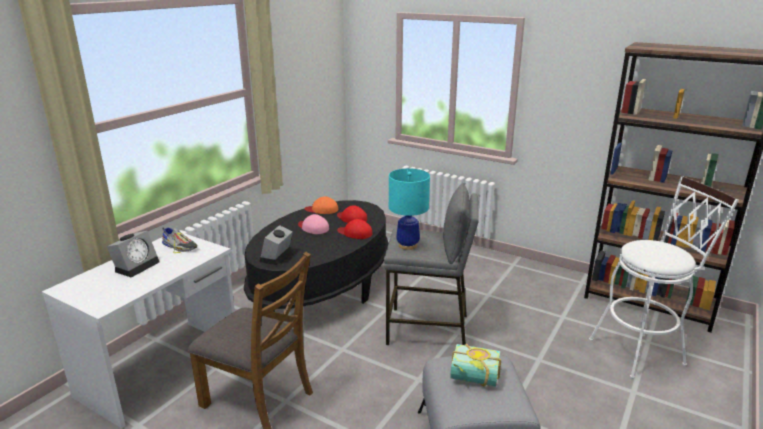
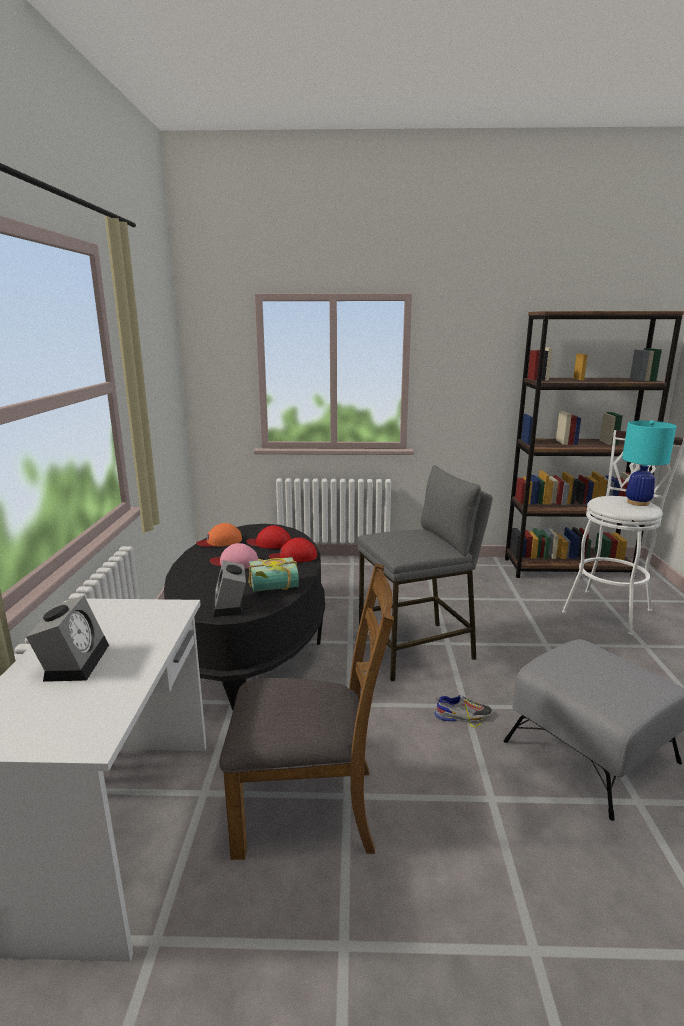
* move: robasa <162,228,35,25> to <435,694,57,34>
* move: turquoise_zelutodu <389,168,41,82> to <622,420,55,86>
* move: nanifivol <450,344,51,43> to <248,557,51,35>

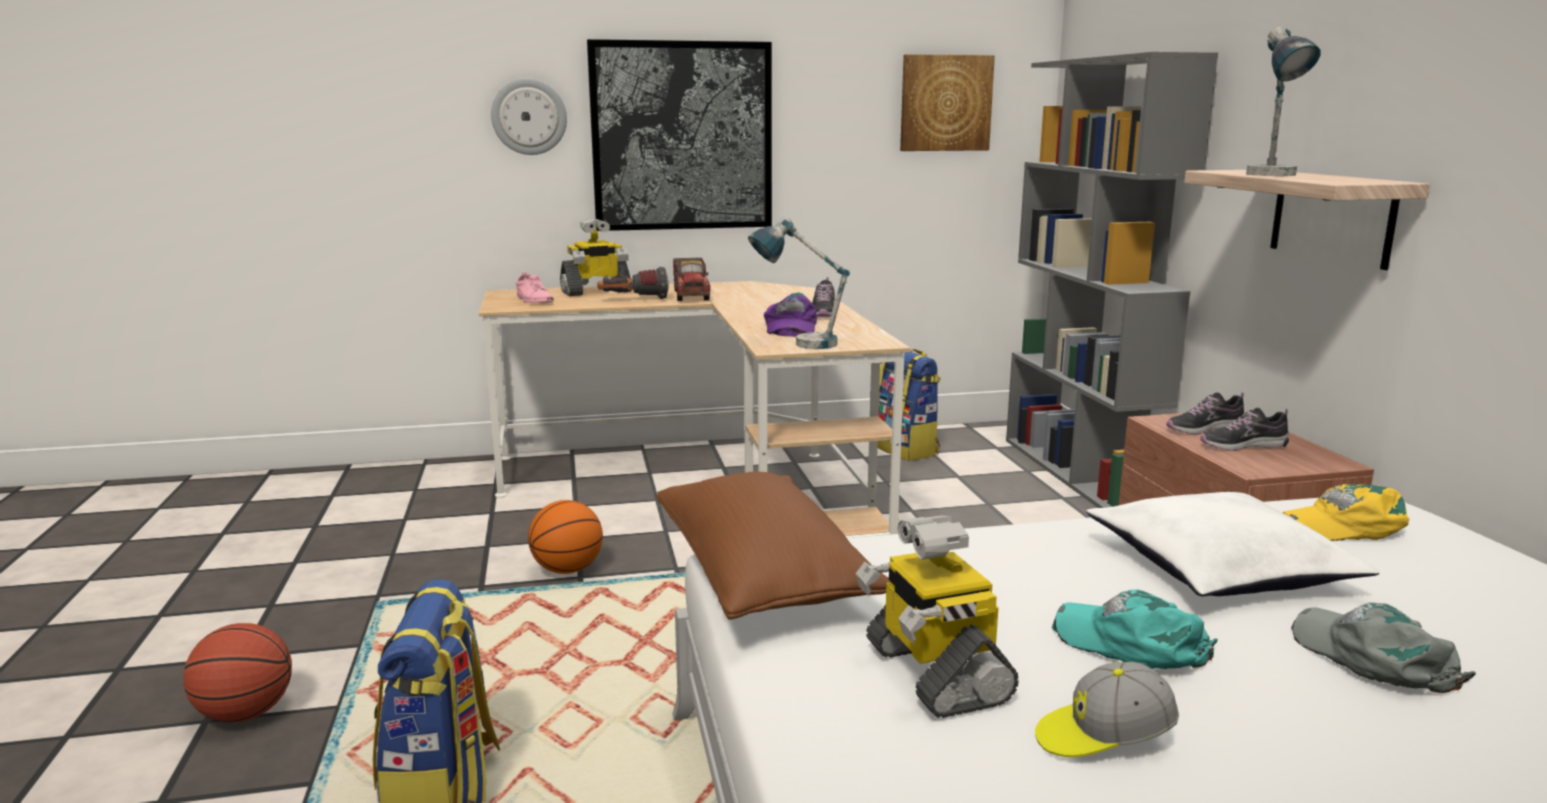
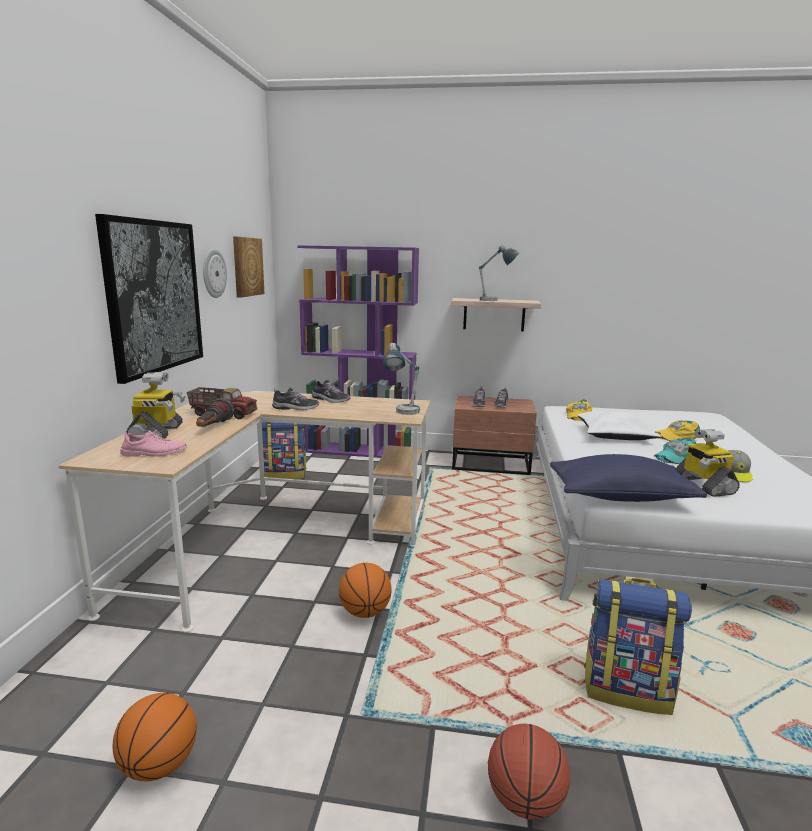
* move: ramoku <491,78,76,77> to <203,249,24,49>
* recolor: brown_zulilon <657,472,232,148> to blue_zulilon <550,454,157,48>
* delete: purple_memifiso <764,292,53,45>
* rotate: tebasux <856,515,163,203> = <674,429,66,68> 75 degrees clockwise
* recolor: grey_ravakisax <1006,52,212,456> to purple_ravakisax <297,245,122,213>
* recolor: grey_memifiso <1291,603,185,90> to yellow_memifiso <655,421,45,20>
* insert: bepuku <113,693,84,88>
* insert: robasa <272,388,47,22>

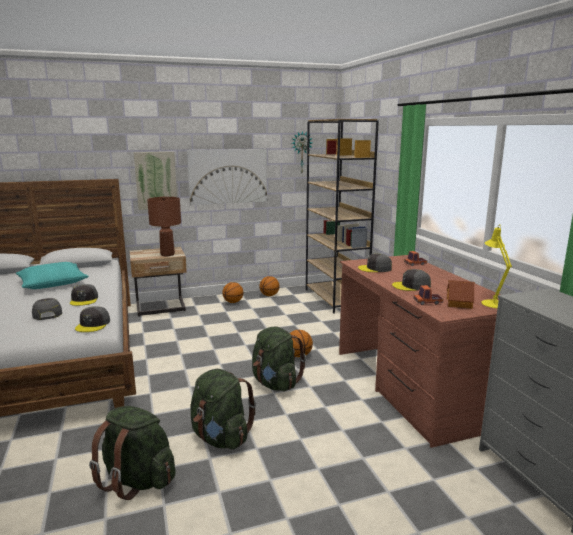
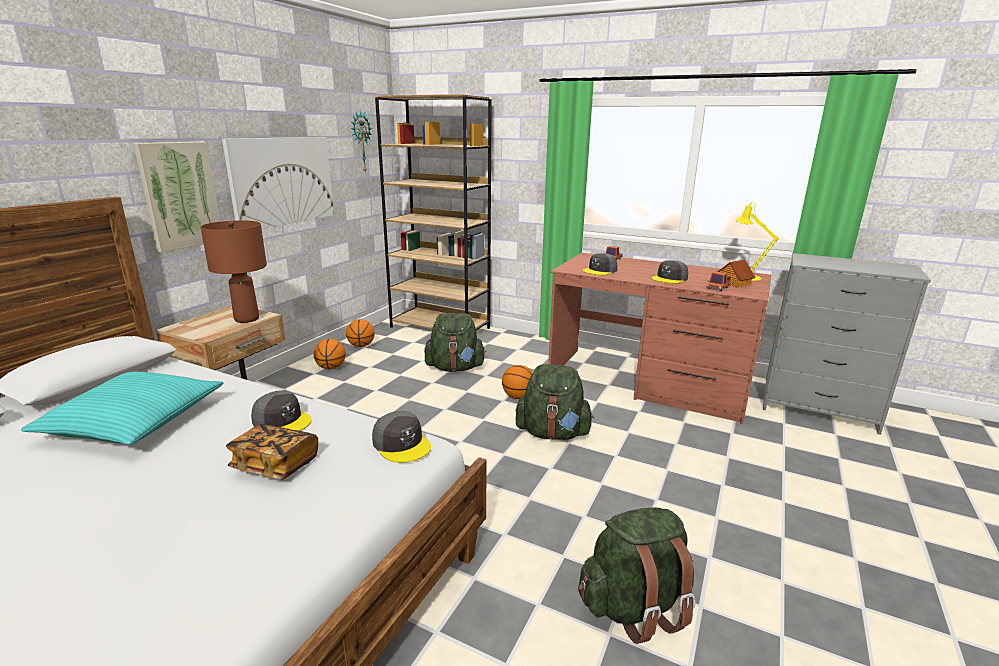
* replace: grey_memifiso <32,298,30,22> to nanifivol <226,424,92,56>
* move: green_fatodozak <190,369,66,81> to <424,313,62,59>

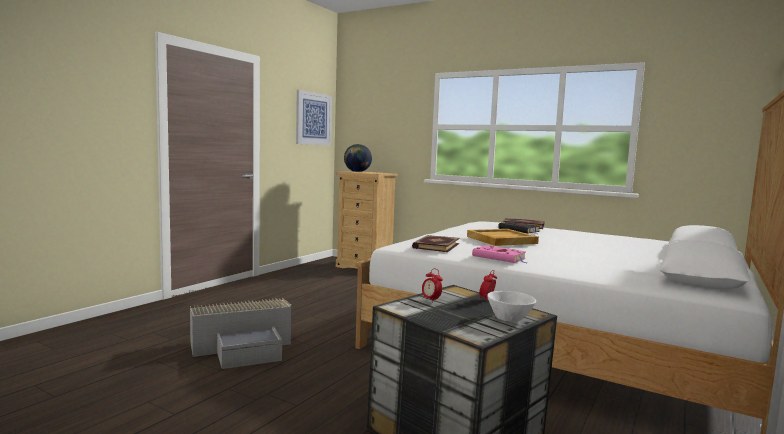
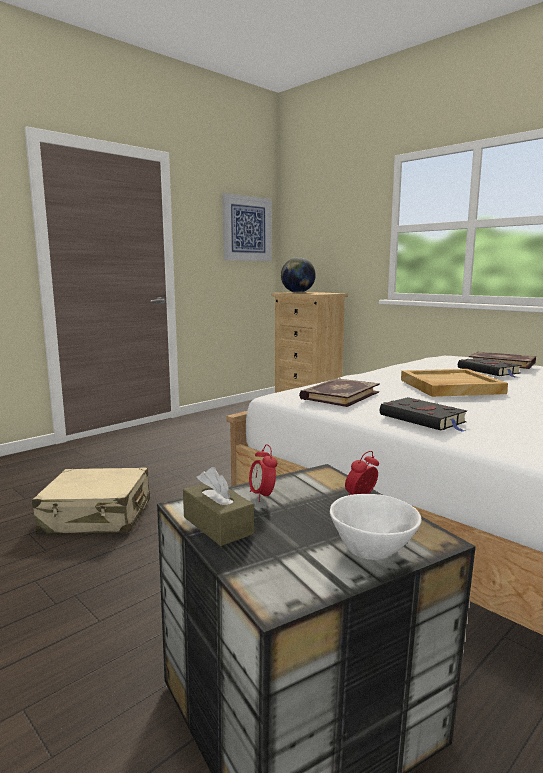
* replace: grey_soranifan <190,298,101,71> to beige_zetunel <32,467,118,67>
* recolor: pink_nanifivol <472,245,54,18> to black_nanifivol <380,397,87,35>
* insert: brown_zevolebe <183,467,71,79>

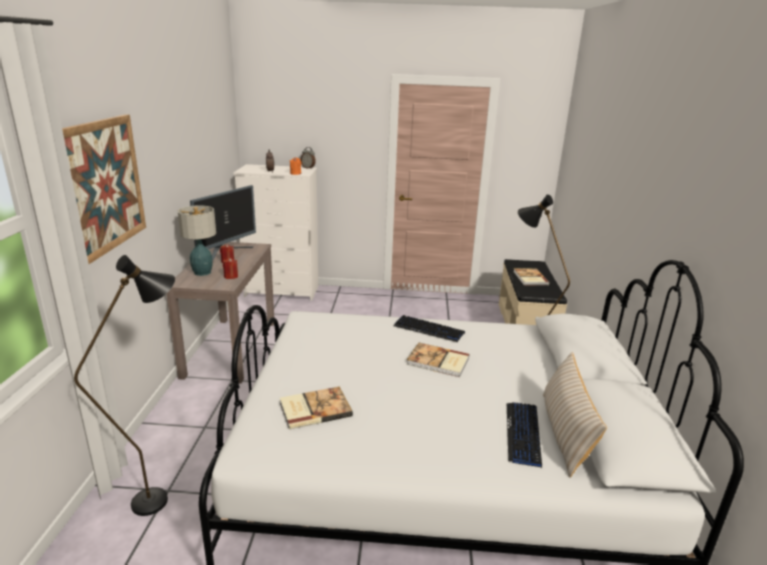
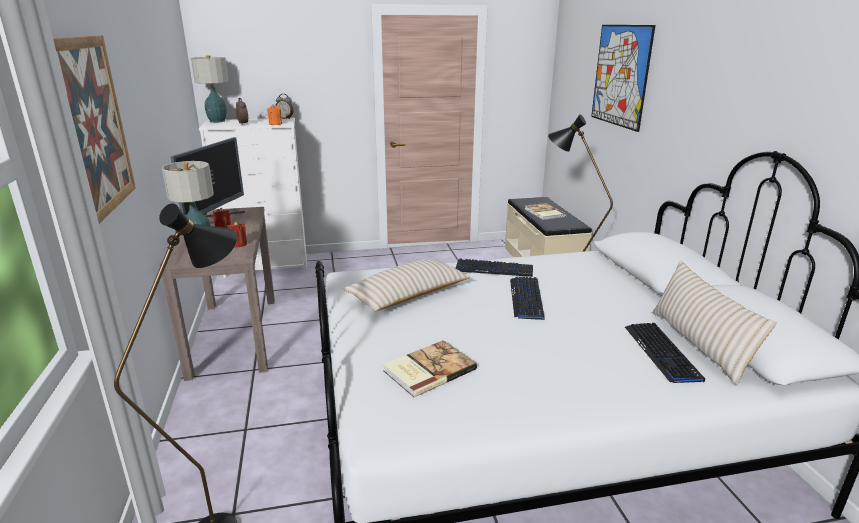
* replace: nanifivol <406,343,63,34> to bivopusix <510,277,35,43>
* insert: zelutodu <191,55,37,68>
* insert: beige_zulilon <343,259,127,52>
* insert: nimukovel <591,25,64,107>

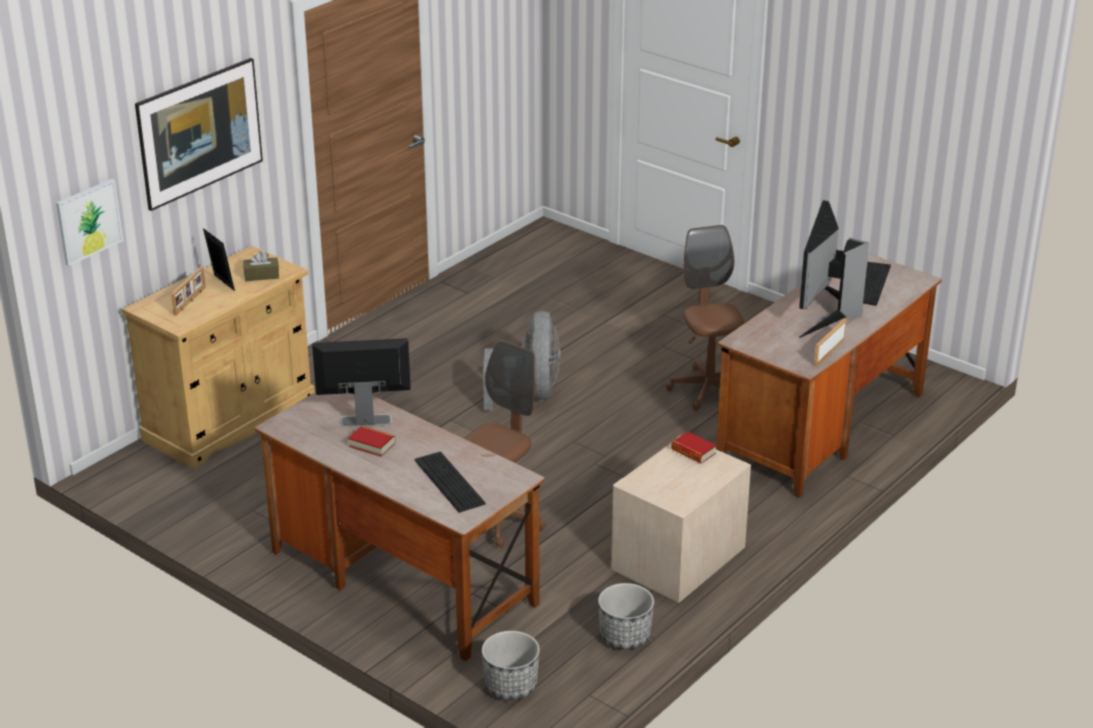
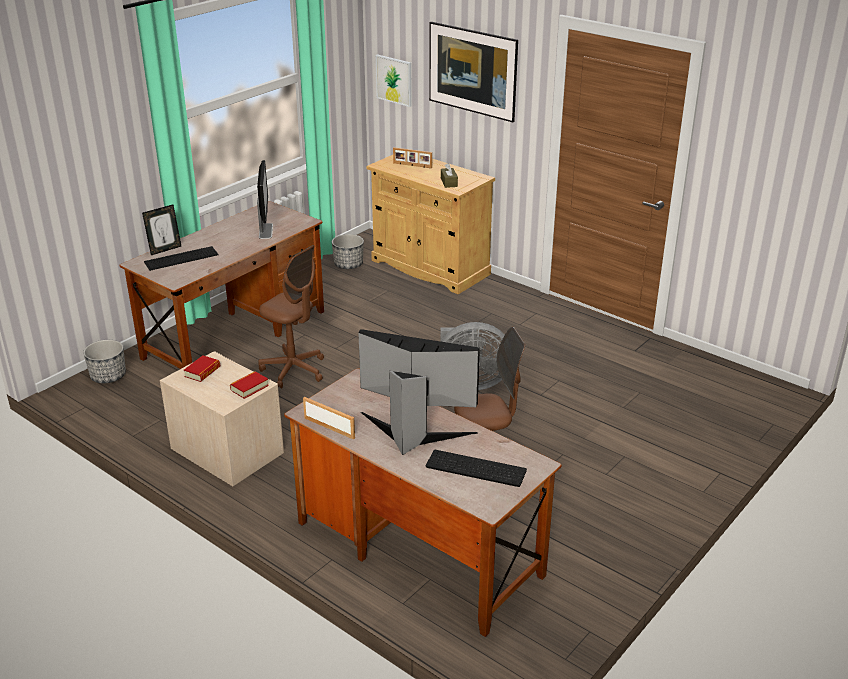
* move: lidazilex <203,228,32,63> to <142,205,39,50>
* move: nanifivol <348,426,47,31> to <184,355,36,27>
* move: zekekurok <598,583,56,66> to <332,234,32,35>

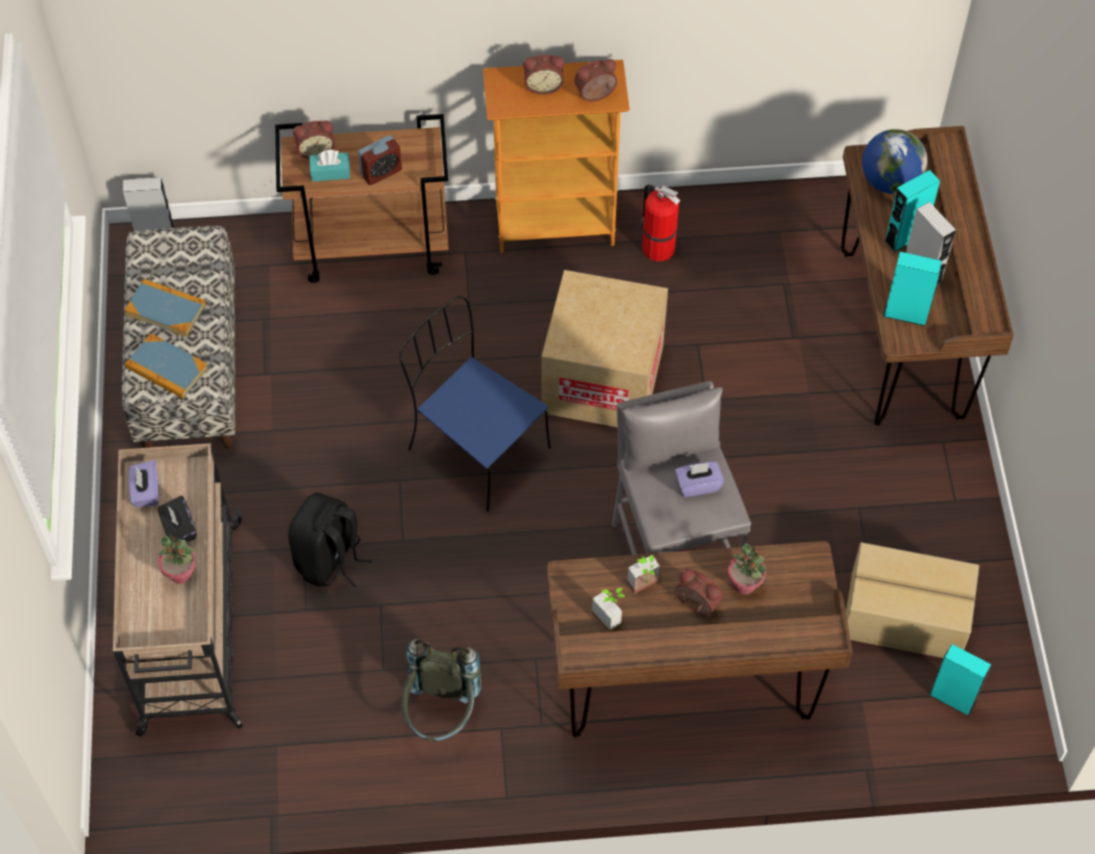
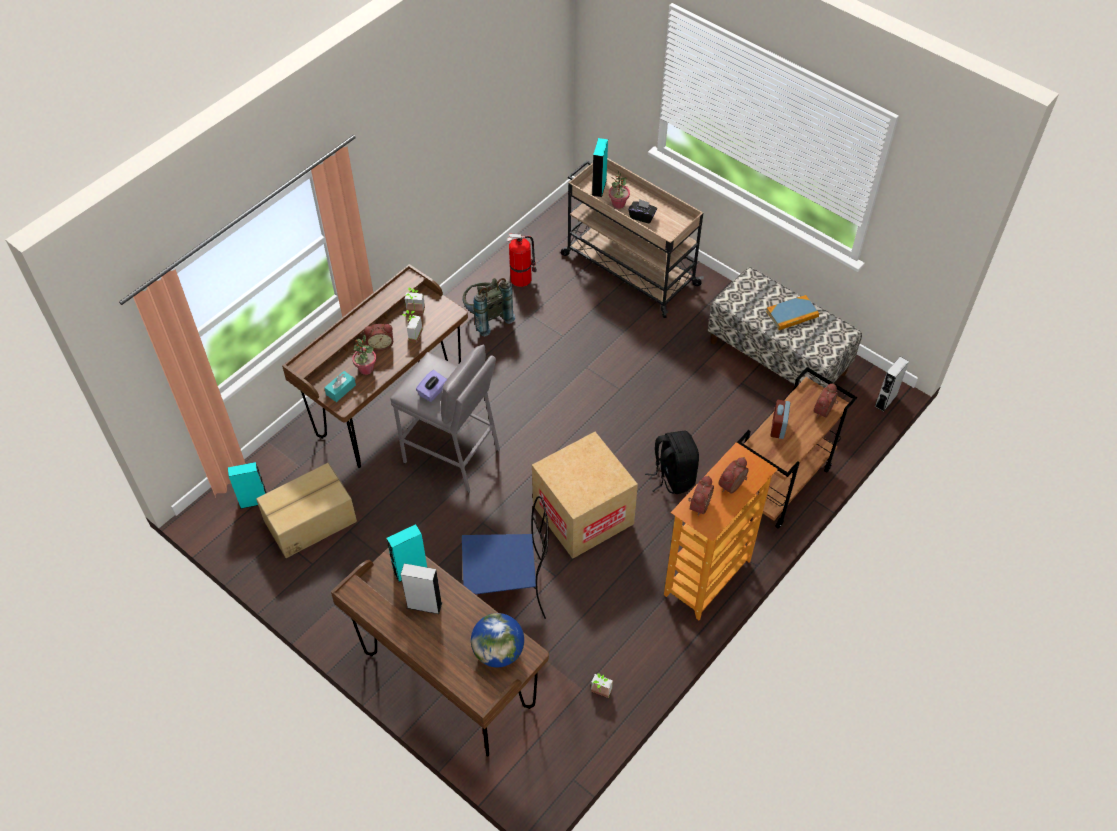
* delete: nanifivol <125,333,83,66>
* delete: purple_zevolebe <128,460,31,48>
* move: black_fatodozak <288,492,84,96> to <645,431,54,63>
* move: turquoise_zevolebe <309,150,41,32> to <324,371,32,31>
* move: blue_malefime <399,296,152,216> to <462,496,87,123>
* move: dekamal <640,184,40,77> to <507,233,30,54>
* move: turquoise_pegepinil <884,170,56,82> to <592,138,16,59>
* insert: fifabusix <591,673,22,25>

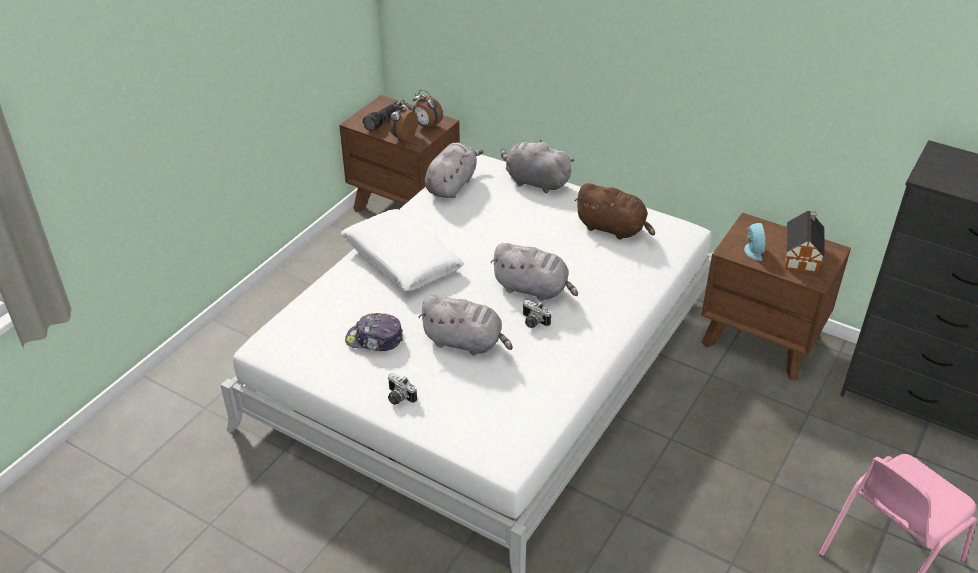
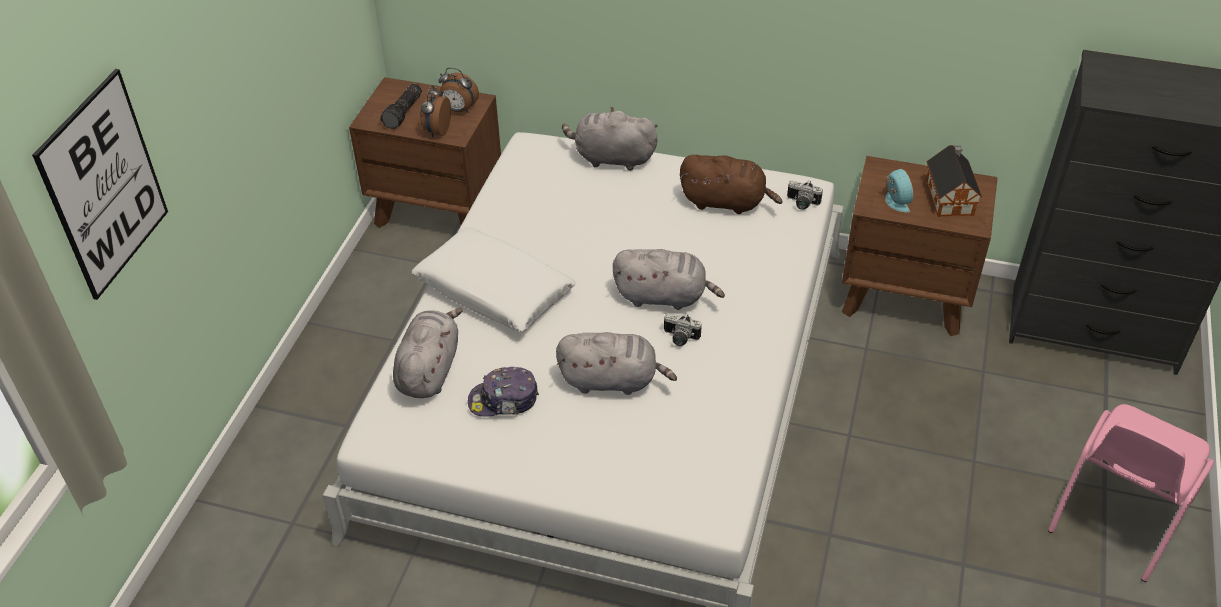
* move: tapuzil <388,373,29,32> to <787,180,36,30>
* move: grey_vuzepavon <425,143,59,55> to <393,308,70,90>
* insert: nimukovel <32,69,136,231>

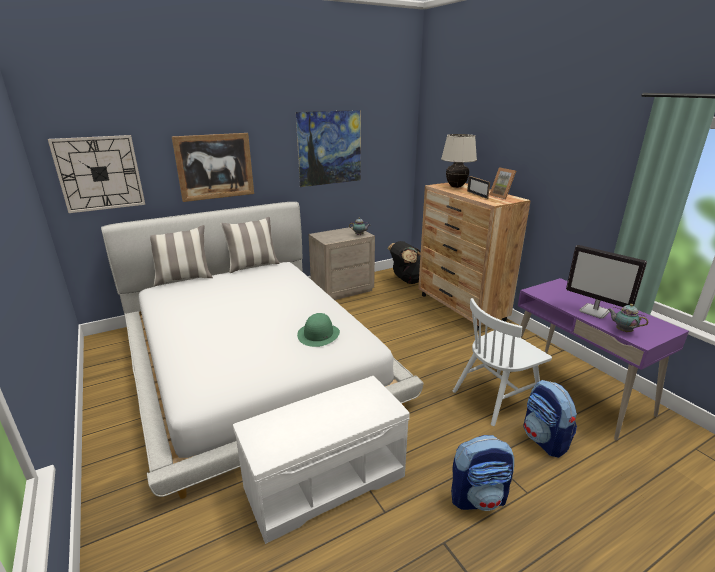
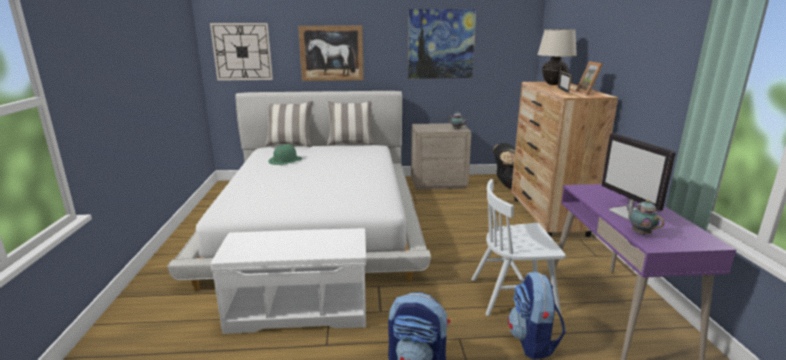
* move: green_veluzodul <297,313,43,34> to <268,144,34,21>

